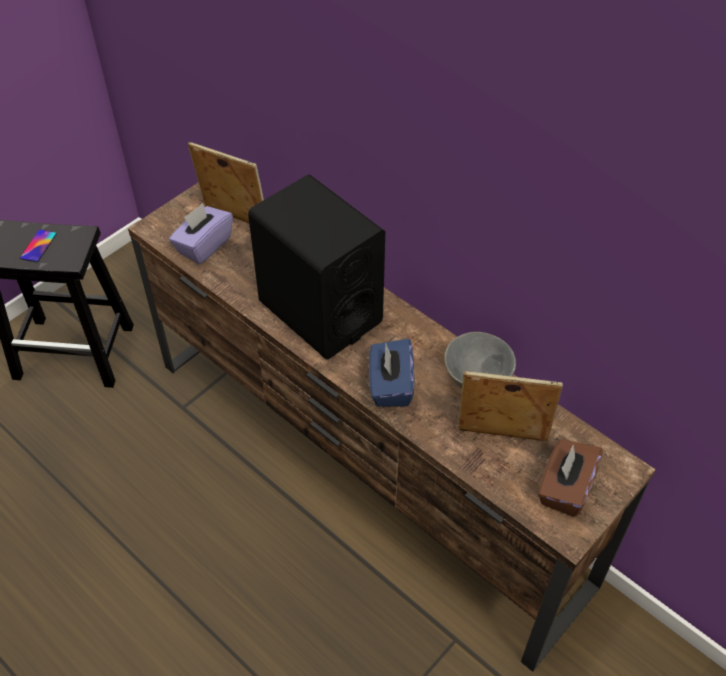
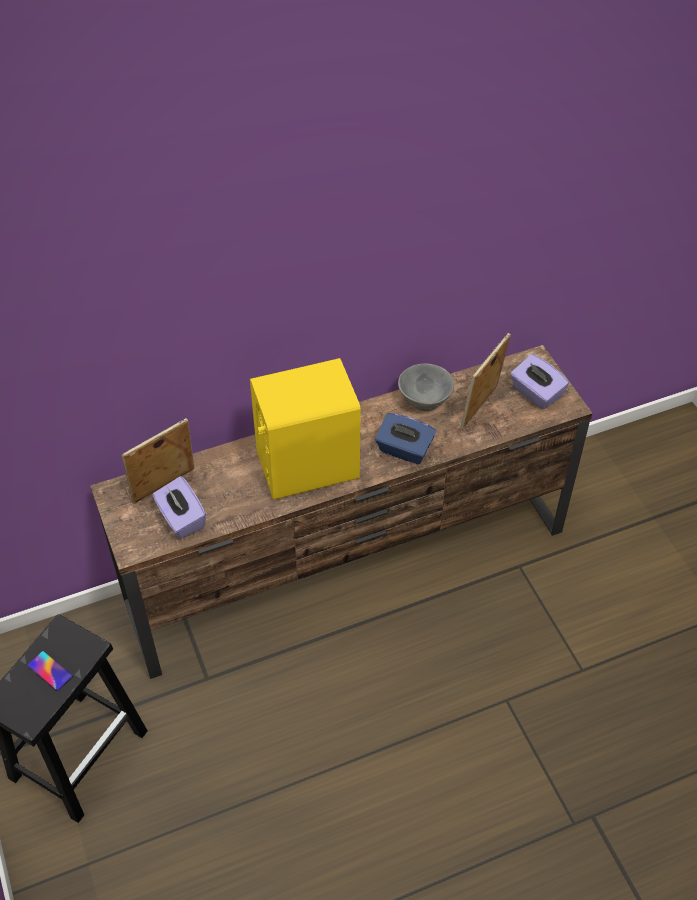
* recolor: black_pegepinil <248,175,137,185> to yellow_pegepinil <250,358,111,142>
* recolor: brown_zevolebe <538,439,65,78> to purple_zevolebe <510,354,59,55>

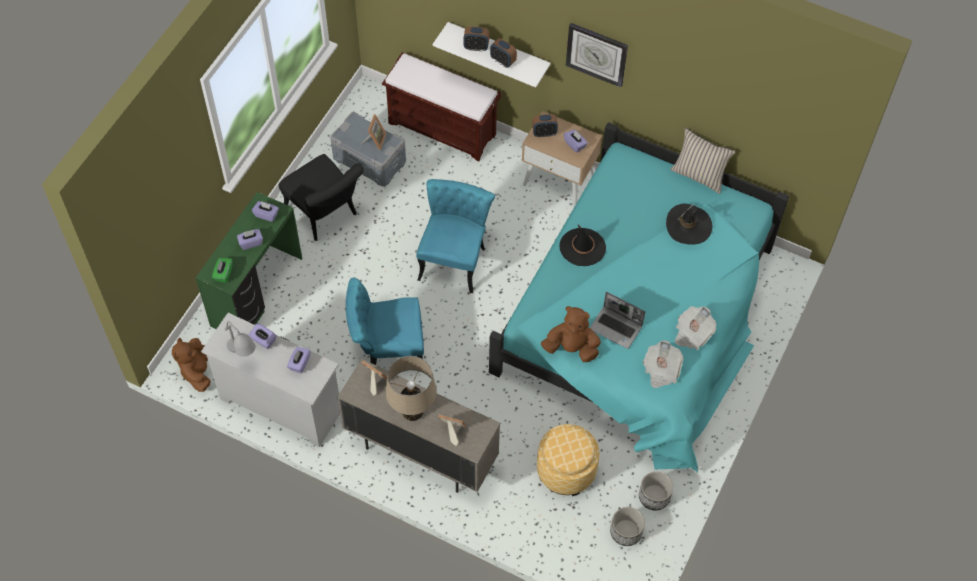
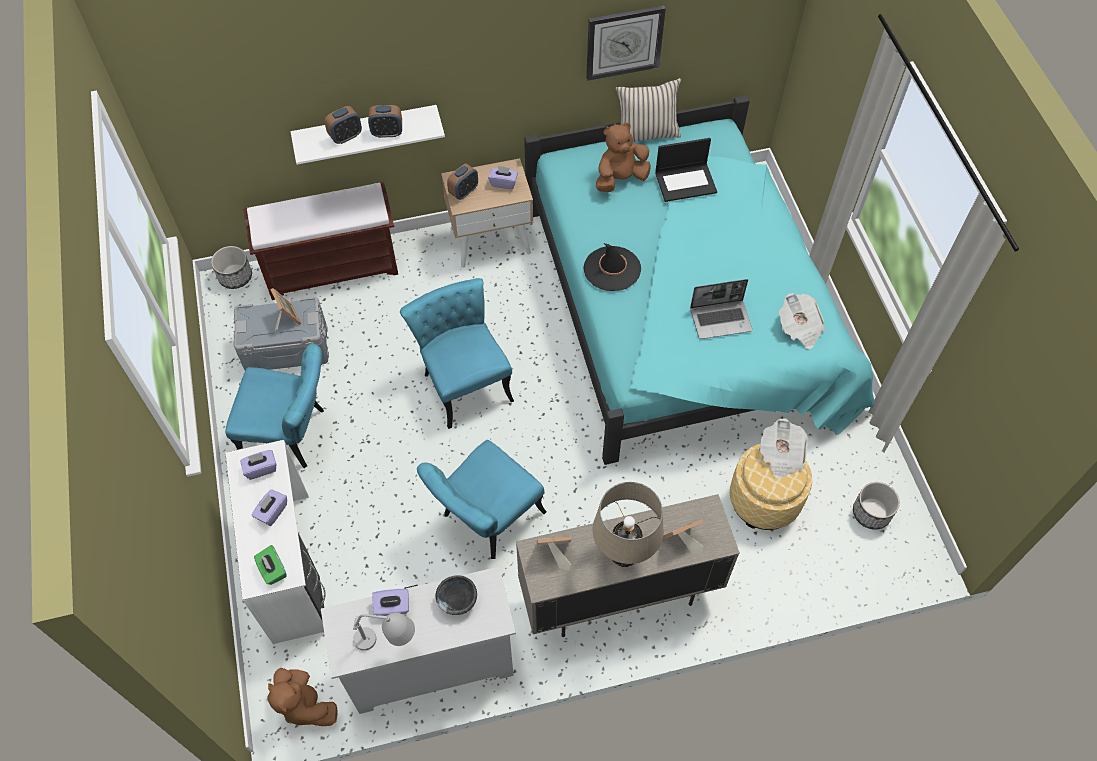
* recolor: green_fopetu <196,192,106,137> to white_fopetu <225,440,101,204>
* recolor: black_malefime <279,154,84,87> to turquoise_malefime <225,344,99,124>
* replace: purple_zevolebe <287,347,24,26> to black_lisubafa <436,575,41,40>
* move: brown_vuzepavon <541,306,60,56> to <596,122,55,70>
* move: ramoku <566,23,62,65> to <586,5,80,76>
* move: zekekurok <639,472,34,39> to <211,246,41,43>
* replace: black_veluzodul <666,204,46,41> to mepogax <656,138,61,64>
* move: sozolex <675,306,41,44> to <759,418,49,61>

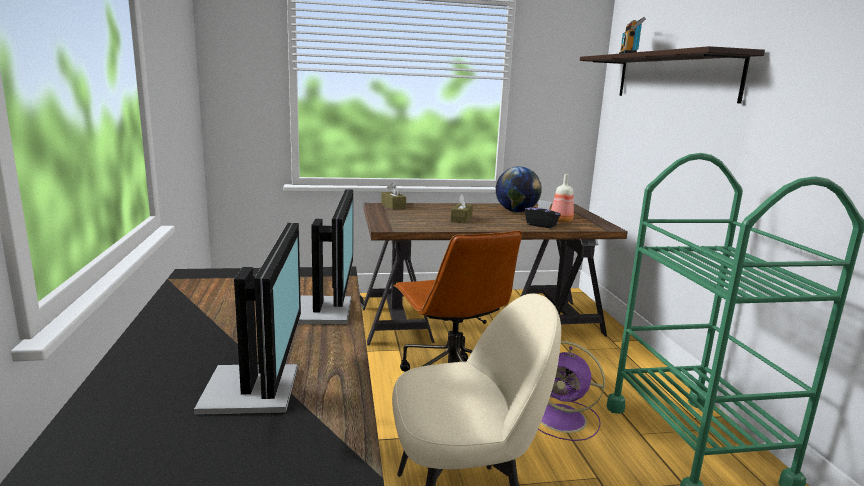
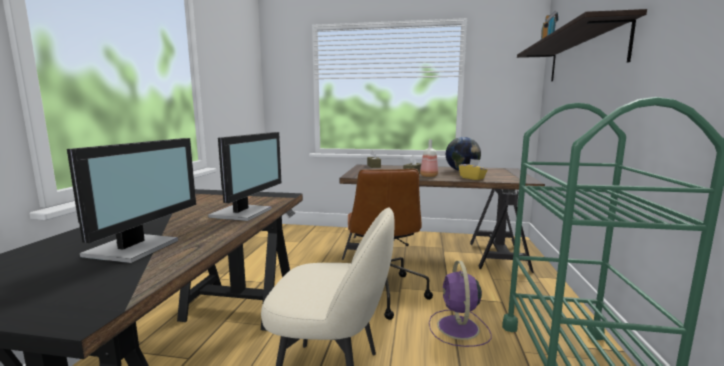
* recolor: black_zevolebe <525,200,36,28> to yellow_zevolebe <459,159,29,21>
* rotate: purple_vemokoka <538,341,67,100> = <429,261,63,86> 45 degrees clockwise
* move: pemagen <551,174,23,48> to <420,139,18,38>

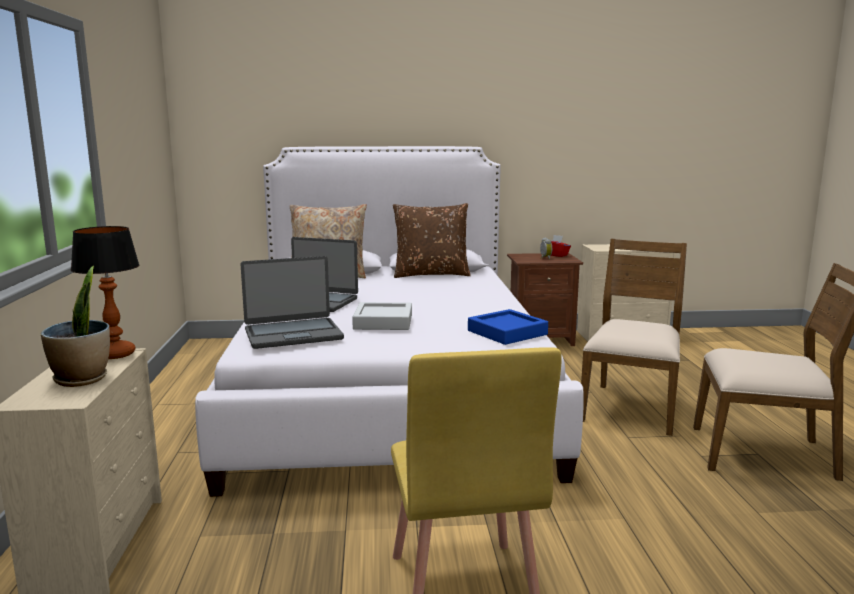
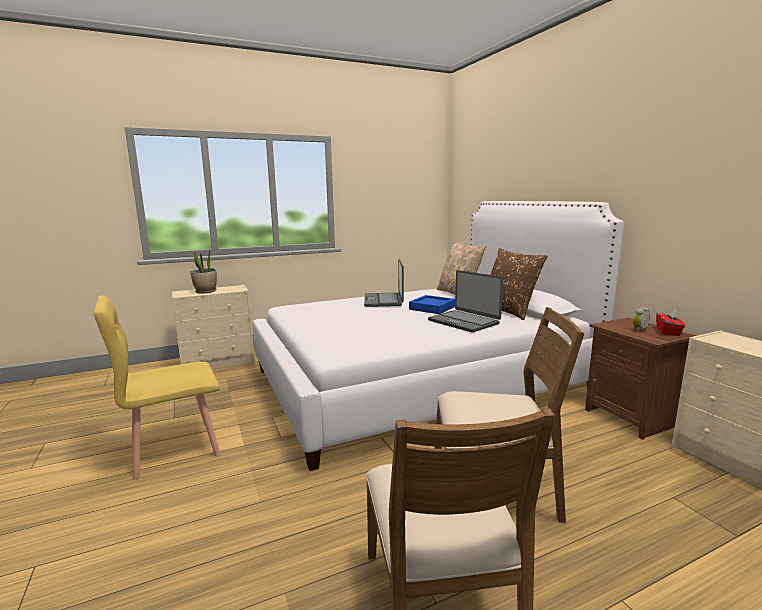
* delete: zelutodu <71,226,69,133>
* move: mepogax <240,256,104,93> to <428,270,75,63>
* delete: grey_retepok <352,302,60,28>
* move: blue_retepok <468,309,80,36> to <409,295,46,19>

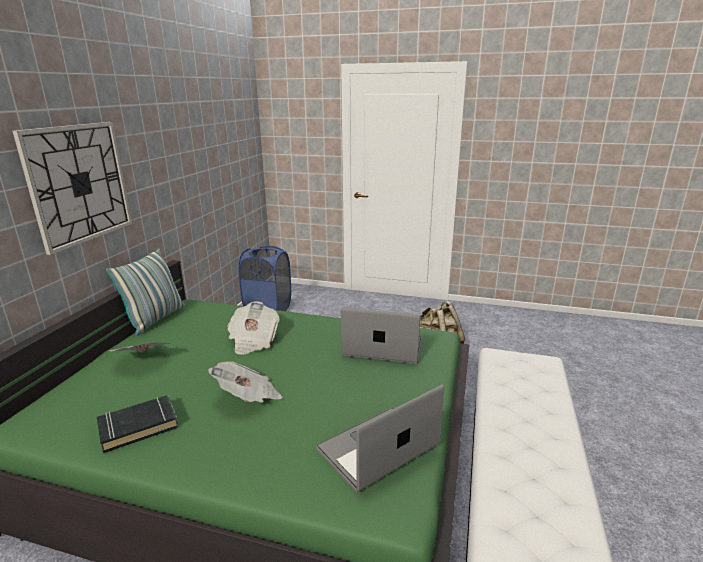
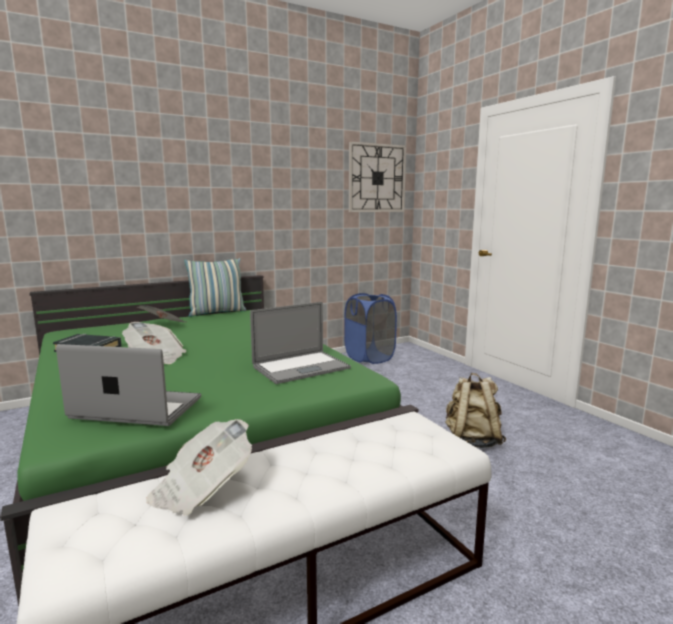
* move: ramoku <13,122,119,133> to <349,142,57,70>
* move: sozolex <227,302,53,53> to <147,419,105,97>
* rotate: mepogax <341,307,81,57> = <250,302,101,82> 90 degrees clockwise

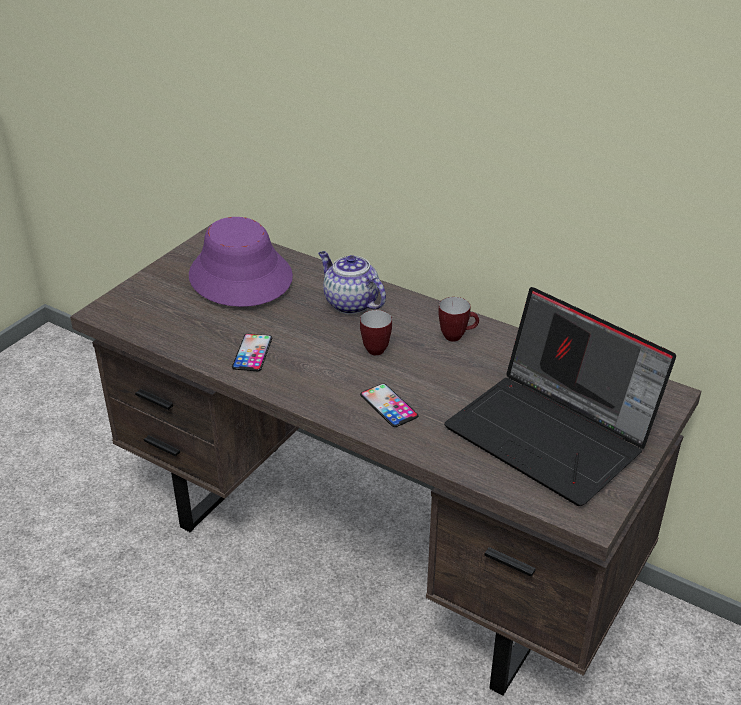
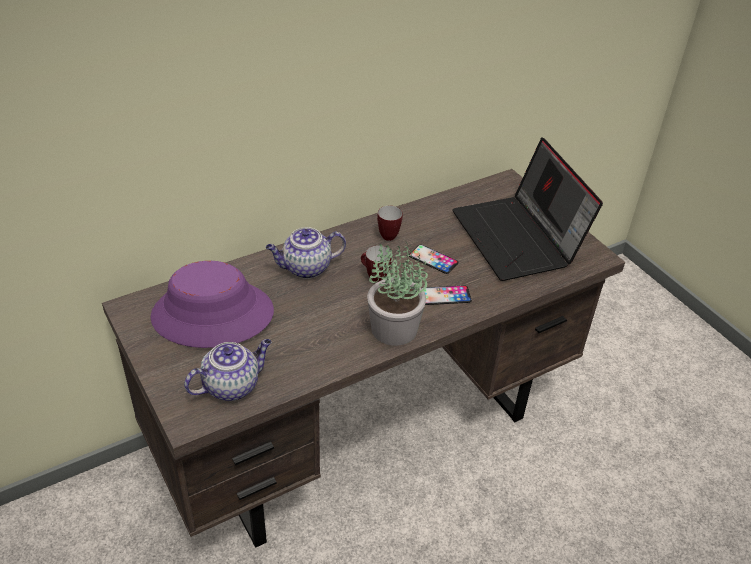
* move: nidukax <232,334,40,37> to <409,244,50,30>
* rotate: mepogax <444,287,232,219> = <452,137,151,144> 90 degrees clockwise
* insert: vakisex <184,339,87,62>
* insert: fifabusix <367,242,61,104>

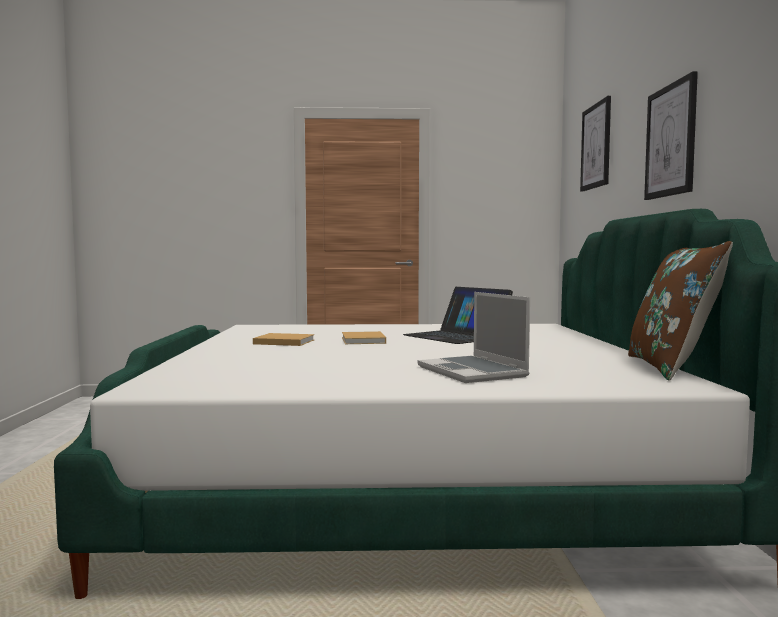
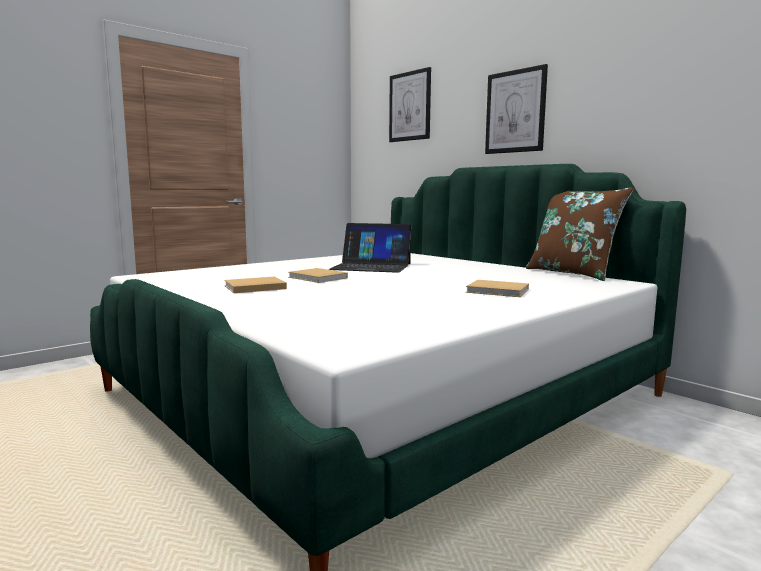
* replace: mepogax <417,292,113,91> to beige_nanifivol <466,280,63,17>

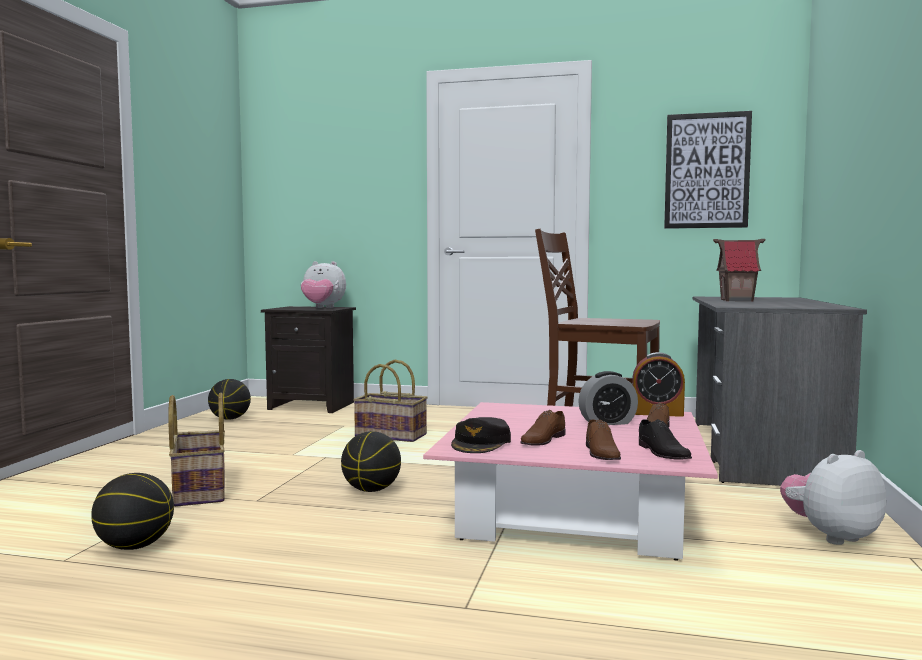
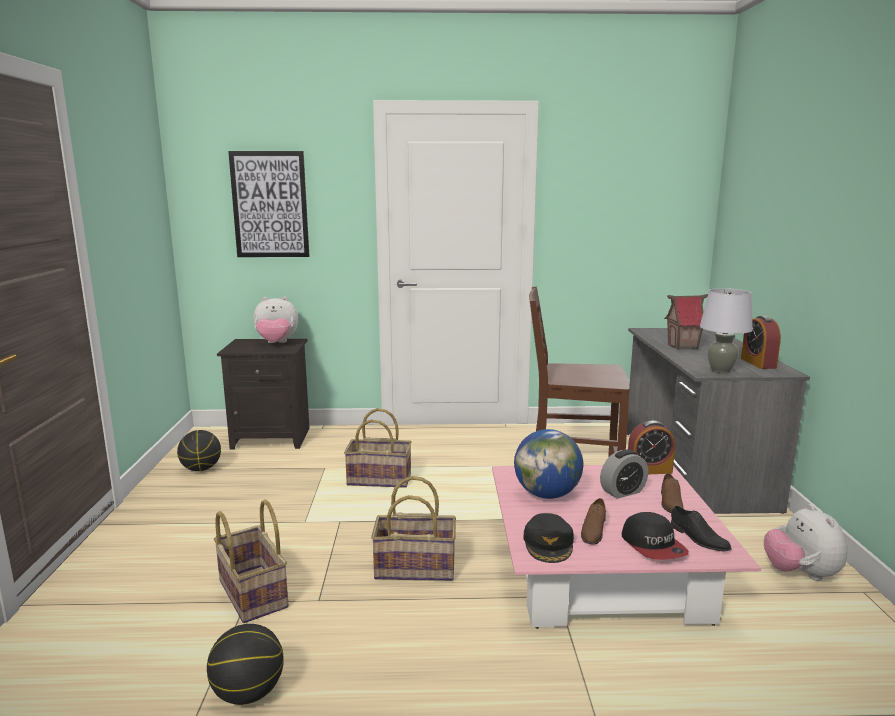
* replace: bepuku <341,431,60,61> to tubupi <371,476,85,105>
* replace: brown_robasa <586,419,35,41> to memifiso <622,512,67,48>
* move: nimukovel <664,111,88,118> to <228,151,82,106>
* rotate: vuzepavon <780,450,106,95> = <764,504,84,77> 60 degrees counterclockwise
* insert: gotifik <514,429,69,70>
* insert: grey_zelutodu <700,288,53,86>
* insert: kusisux <741,316,40,53>

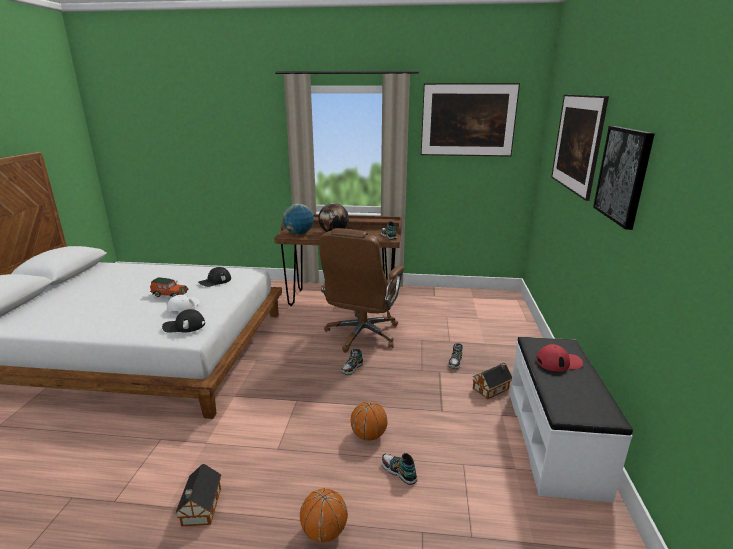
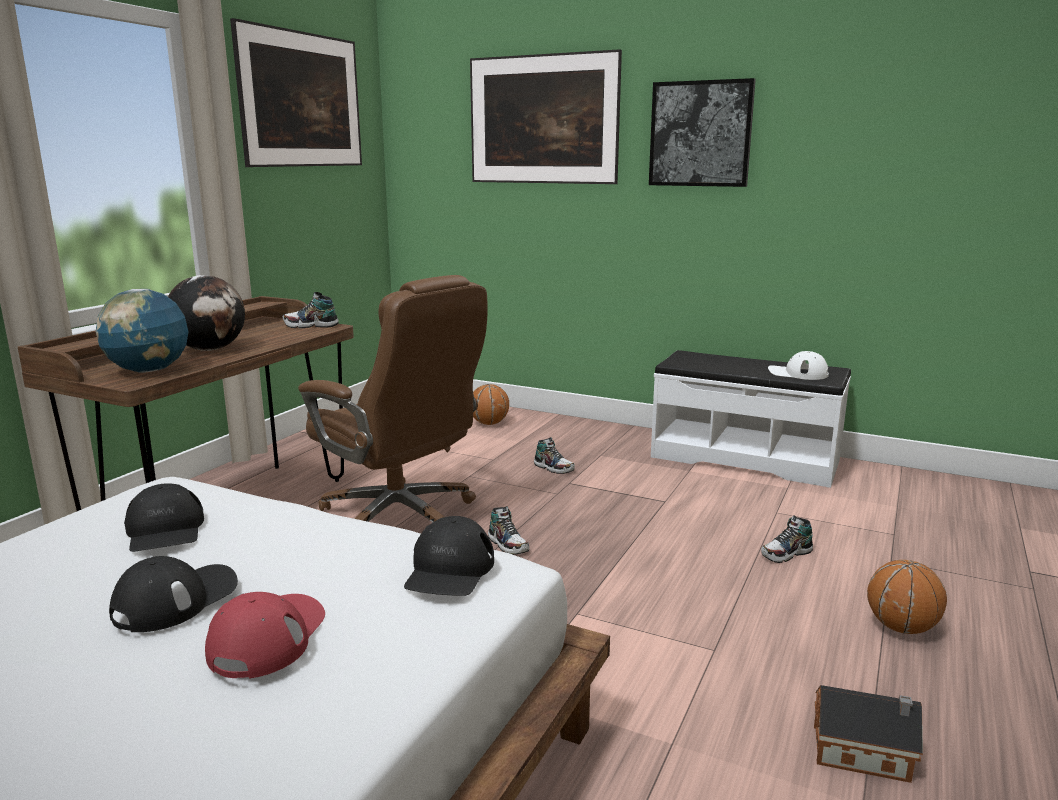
* replace: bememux <150,277,39,20> to black_memifiso <109,556,129,76>
* move: white_memifiso <167,295,33,21> to <768,351,61,29>
* move: bepuku <351,401,36,40> to <473,384,36,41>
* delete: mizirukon <472,363,40,36>
* move: red_memifiso <536,344,47,28> to <205,592,120,87>

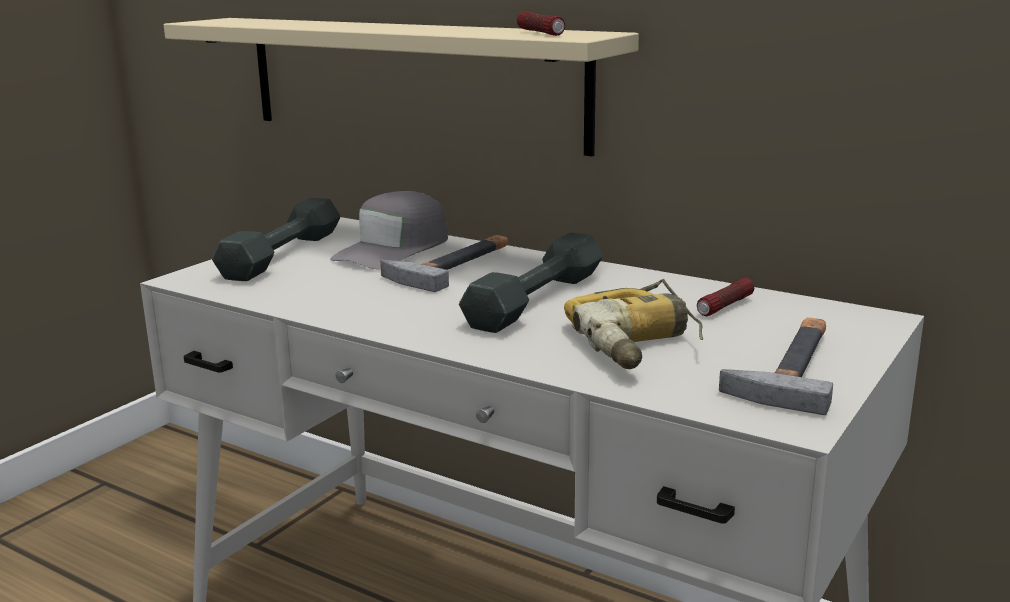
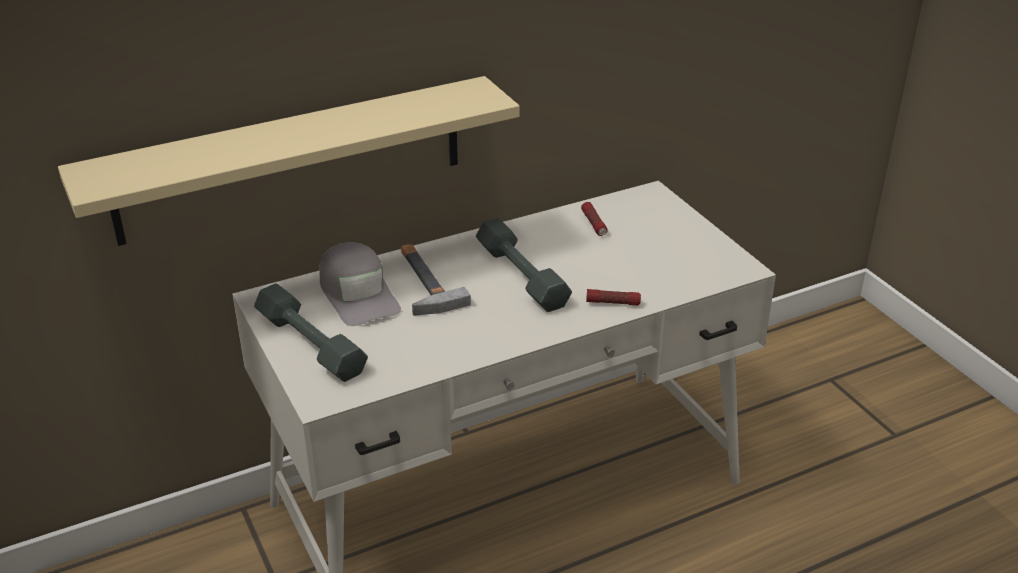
* move: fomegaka <517,11,48,25> to <586,289,55,17>
* delete: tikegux <564,279,139,90>
* delete: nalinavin <719,318,114,97>

